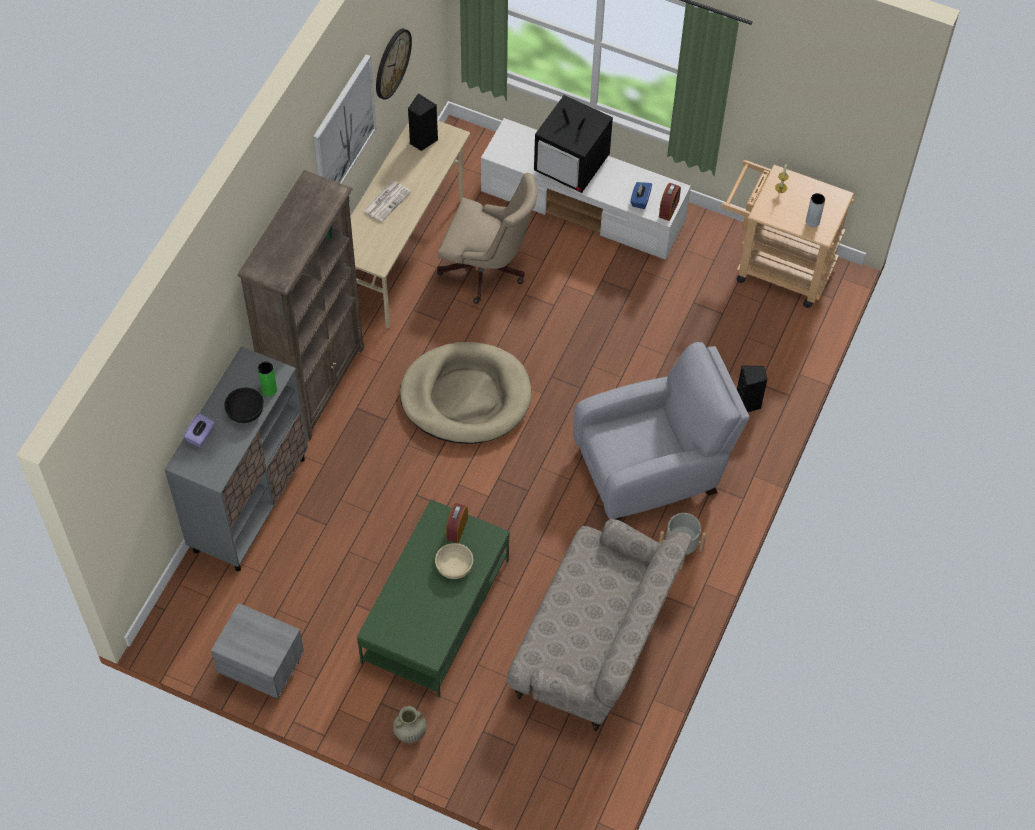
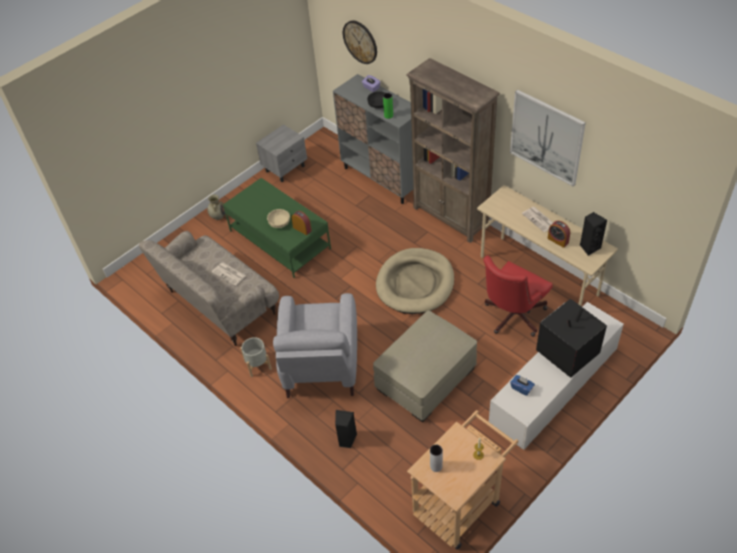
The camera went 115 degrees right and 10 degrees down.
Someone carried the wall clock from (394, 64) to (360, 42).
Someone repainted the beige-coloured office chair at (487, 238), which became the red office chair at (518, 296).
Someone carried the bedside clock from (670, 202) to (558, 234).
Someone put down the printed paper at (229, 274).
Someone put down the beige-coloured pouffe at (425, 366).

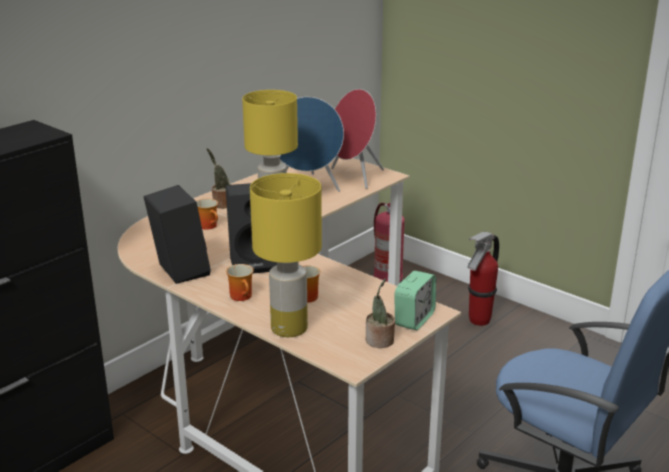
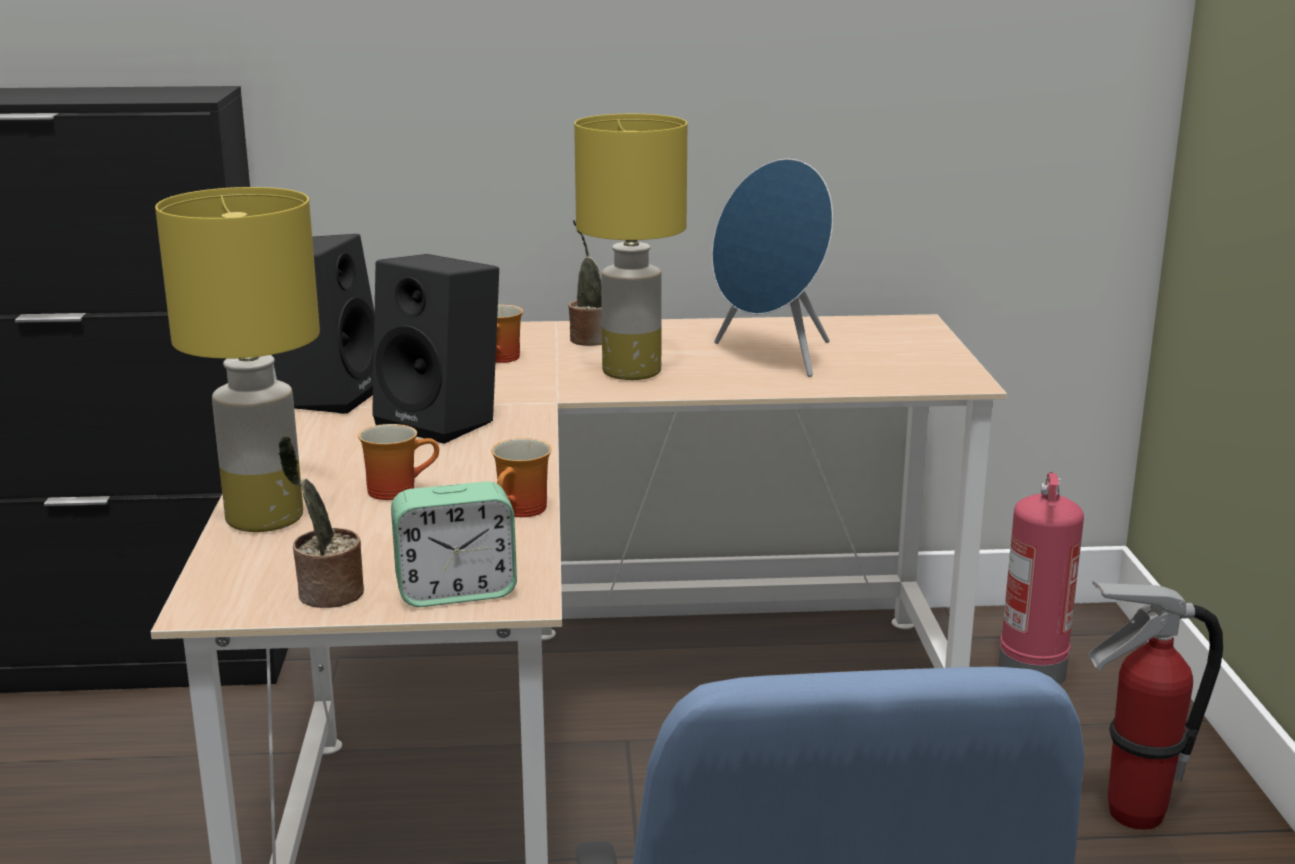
The camera went 45 degrees right and 5 degrees down.
Someone took away the red audio speaker at (357, 139).
Someone carried the coffee mug from (240, 282) to (521, 477).

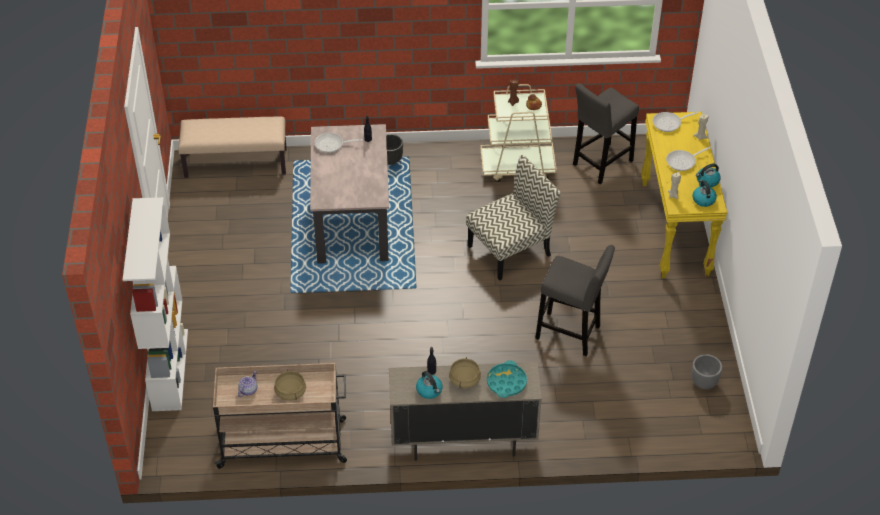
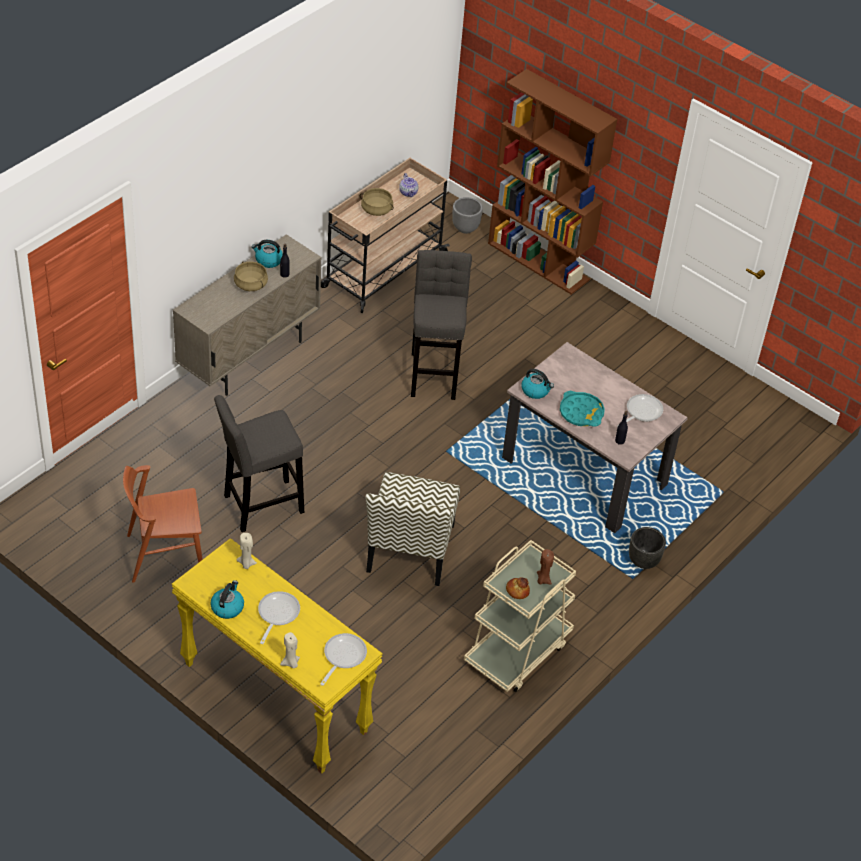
The camera went 130 degrees right and 0 degrees up.
Someone carried the gray stool seat from (606, 133) to (441, 325).
Someone took away the beige-coloured bench at (232, 147).
Someone carried the water kettle from (704, 193) to (537, 384).
Someone repainted the white bookshelf at (155, 304), which became the brown bookshelf at (552, 182).
Someone carried the gray plant pot from (707, 371) to (467, 215).
Someone carried the blue-green tray from (507, 379) to (582, 409).
Someone put down the brown plain chair at (163, 524).

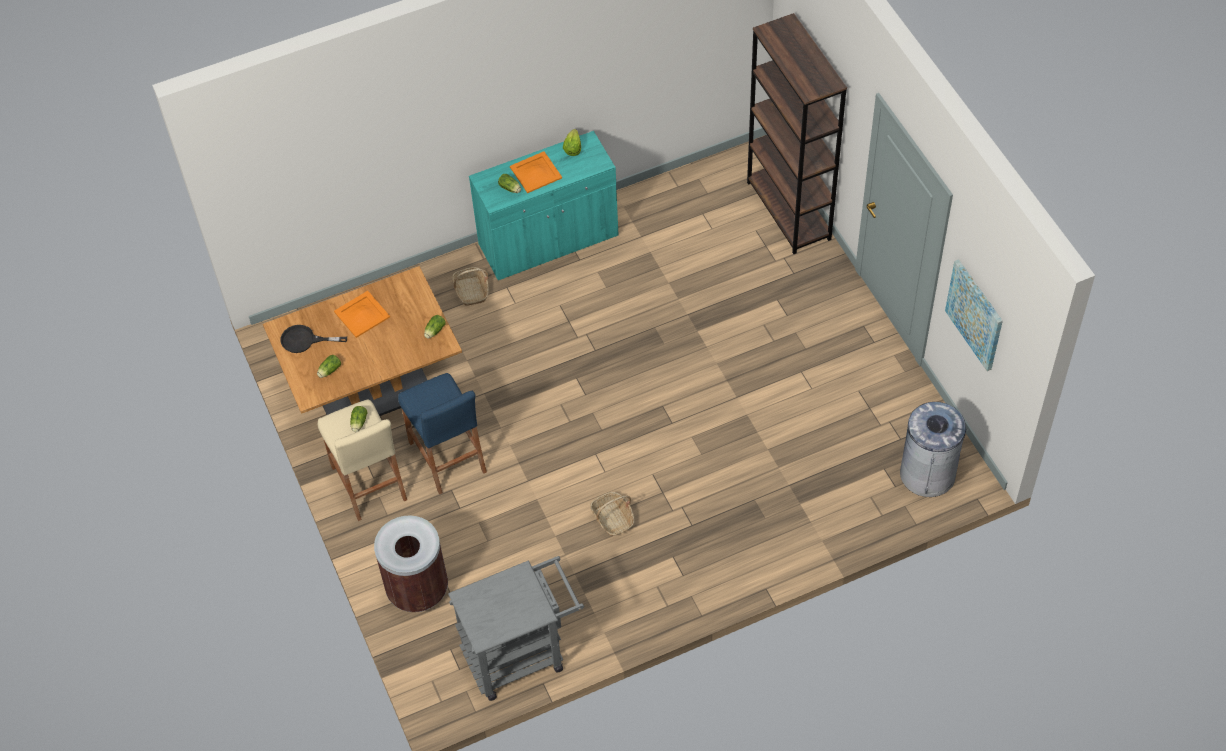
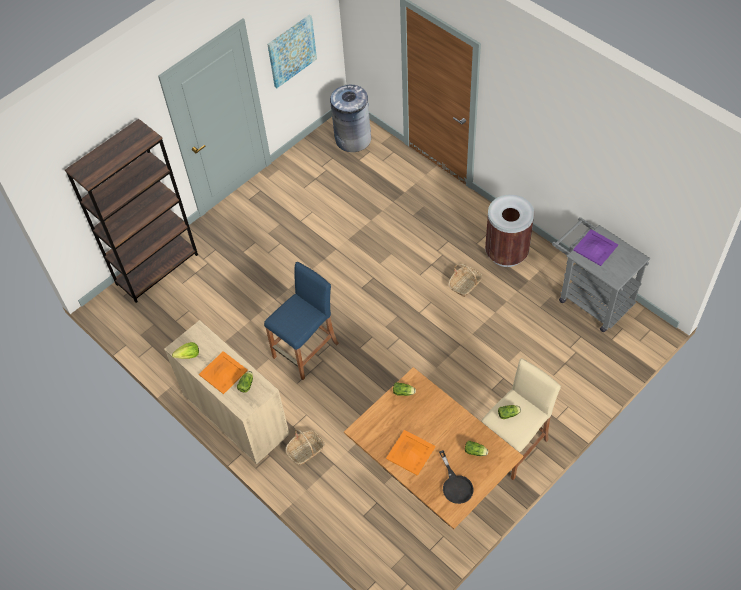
The camera went 110 degrees left and 0 degrees up.
Someone repainted the blue-green storage cabinet at (544, 205), which became the beige-coloured storage cabinet at (226, 392).
Someone carried the bluish stool seat from (442, 434) to (301, 321).
Someone carried the brown rubbish bin from (411, 563) to (509, 230).
Someone put down the purplish tray at (595, 247).

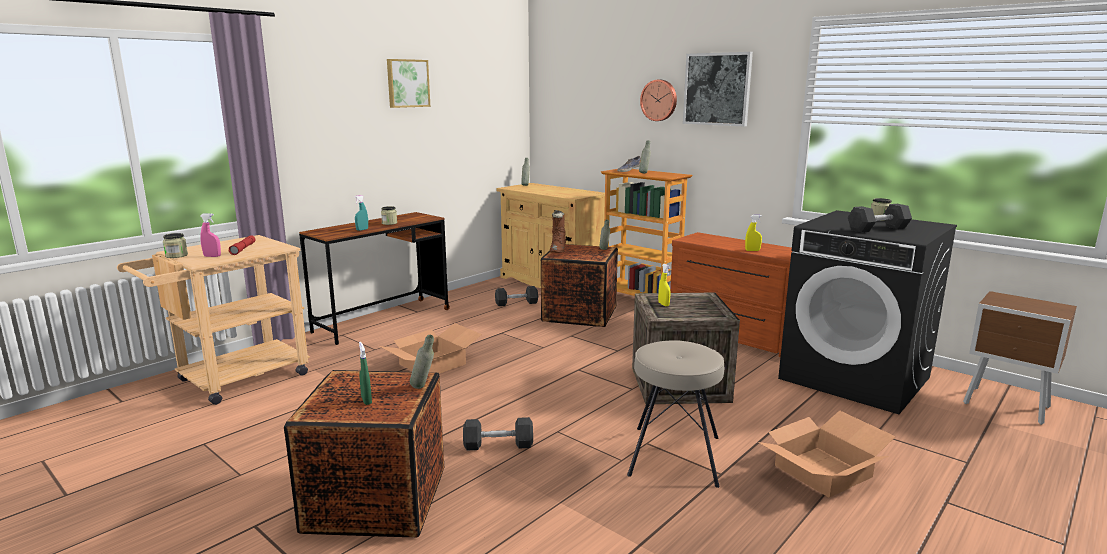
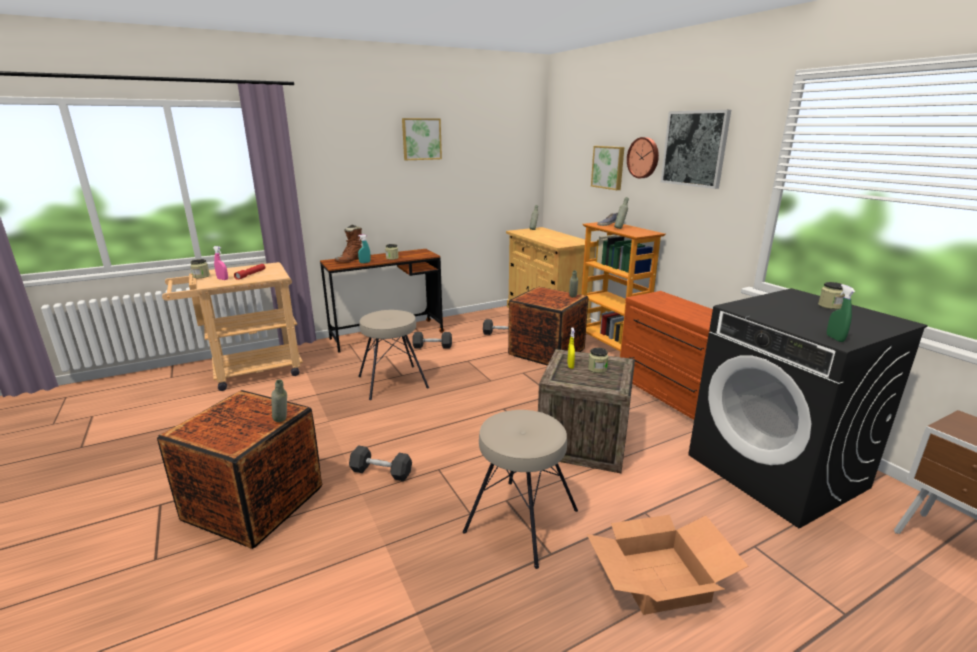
The camera went 20 degrees right and 5 degrees up.
Someone carried the gray dumbbell from (880, 218) to (432, 340).
Someone carried the brown high-top boot from (557, 231) to (348, 244).
Someone took away the yellow sprayer at (753, 233).
Someone swapped the carton at (430, 348) for the beige-coloured stool seat at (393, 355).
Someone carried the green sprayer from (365, 373) to (841, 313).
Someone put up the picture at (607, 168).
Someone put down the storage jar at (598, 360).

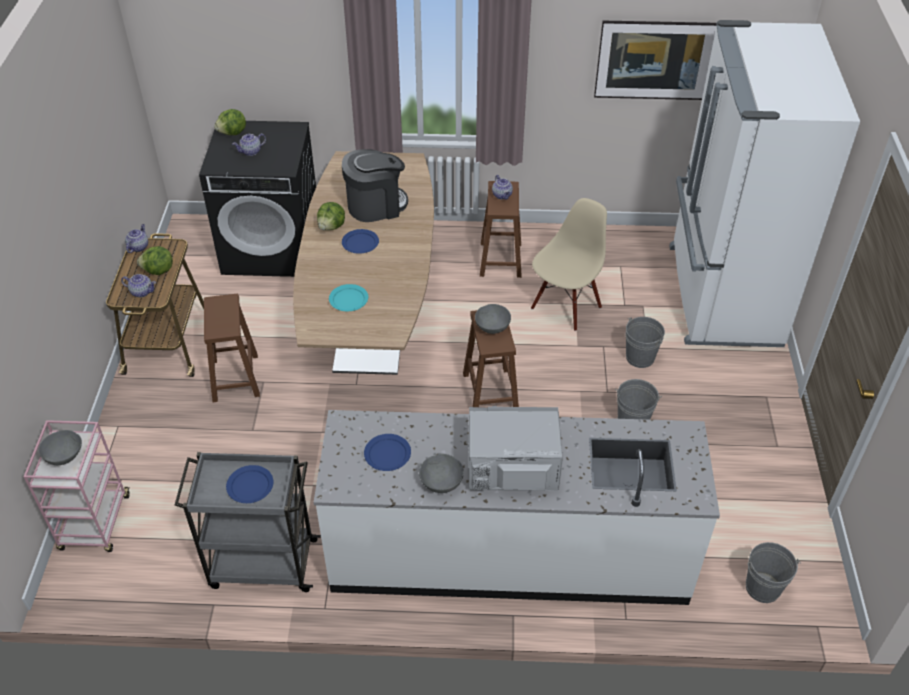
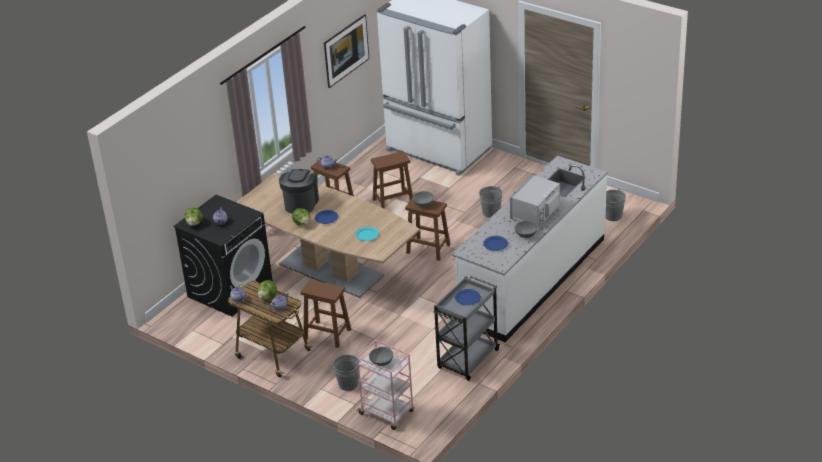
The camera went 55 degrees left and 10 degrees down.
Someone swapped the beige-coloured plain chair at (569, 264) for the brown stool seat at (392, 180).
Someone carried the gray water bucket from (645, 342) to (345, 373).

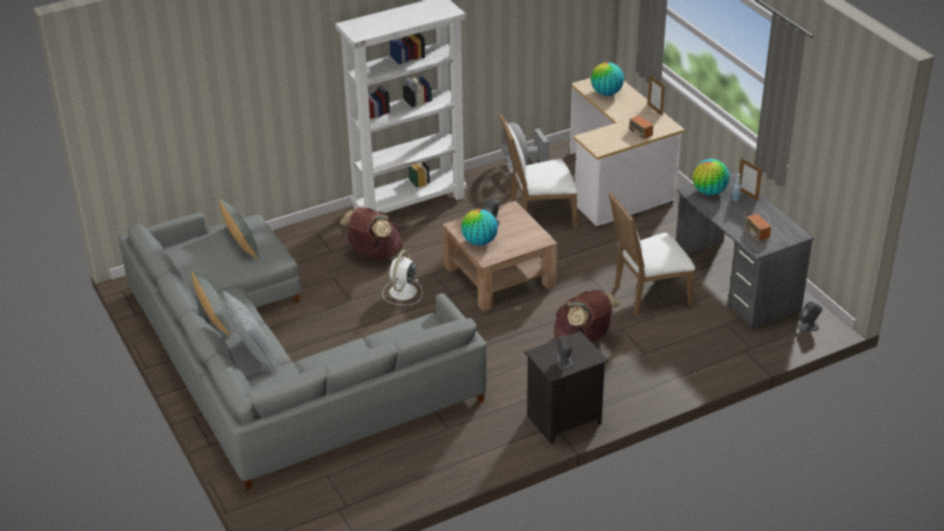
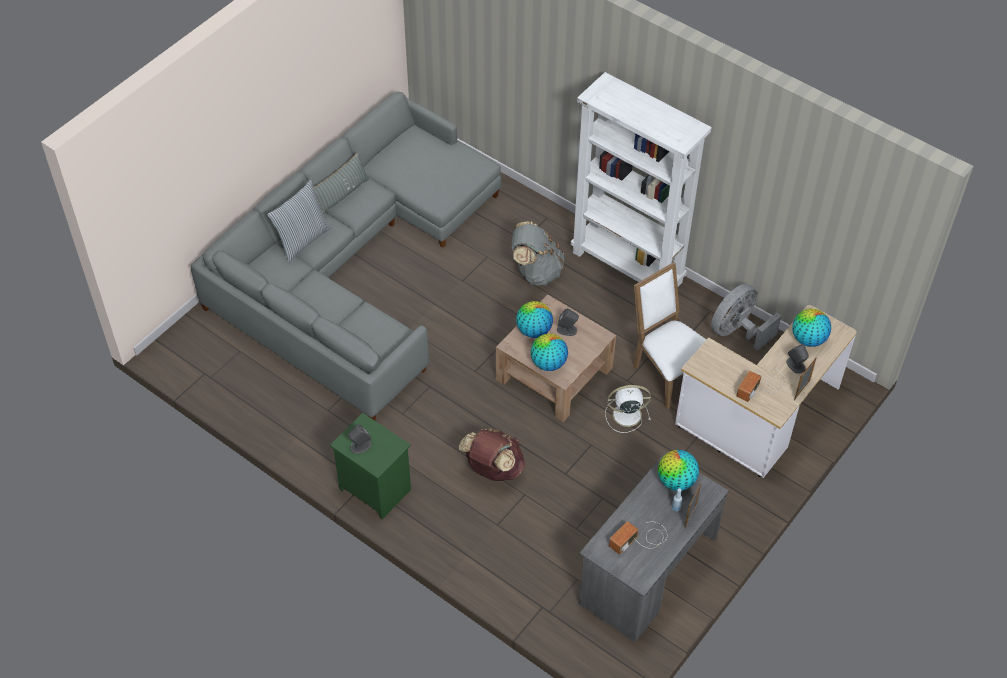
The camera went 65 degrees right and 15 degrees up.
Someone took away the white plain chair at (652, 254).
Someone took away the gray cushion at (239, 229).
Someone repainted the brown rucksack at (371, 233), which became the gray rucksack at (538, 253).
Someone carried the white electric fan from (402, 277) to (628, 409).
Someone carried the gray audio speaker from (810, 316) to (797, 359).
Someone repainted the black nightstand at (566, 387), which became the green nightstand at (370, 466).
Someone put down the globe at (549, 352).

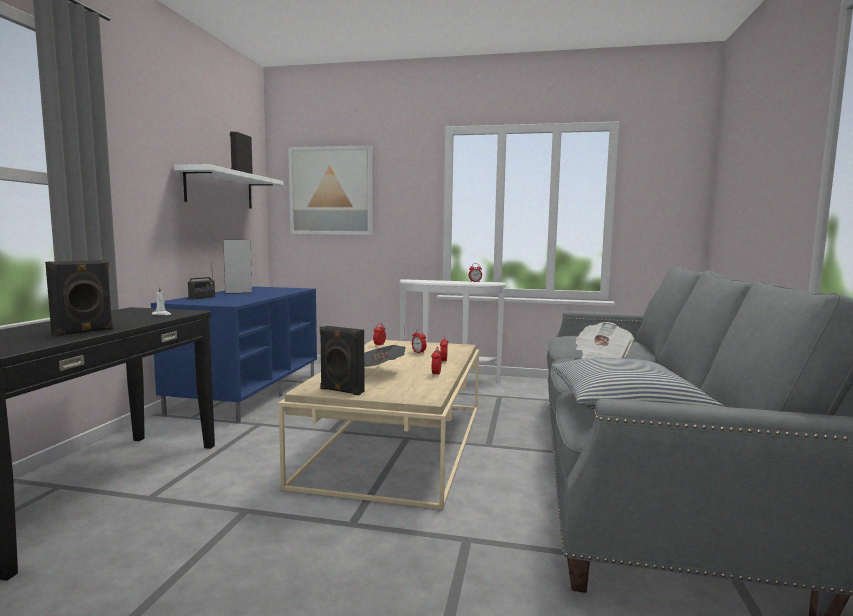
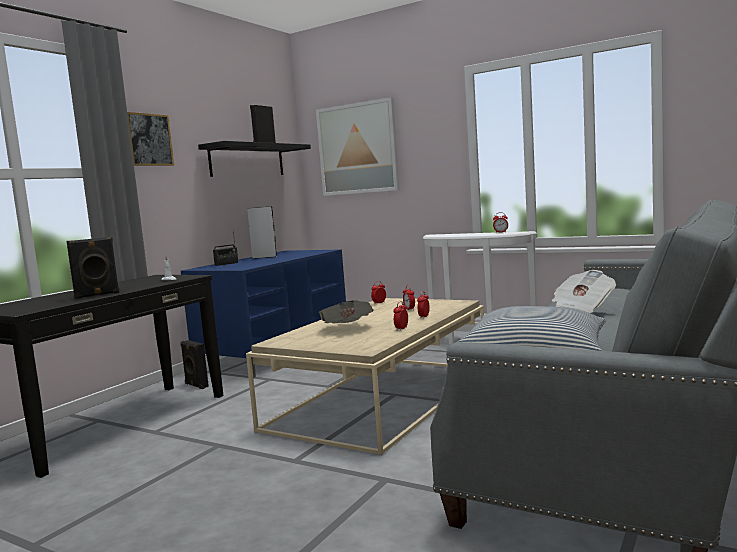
The camera went 20 degrees right and 0 degrees up.
Someone repainted the white bracket shelf at (229, 186), which became the black bracket shelf at (254, 159).
Someone carried the black audio speaker from (342, 360) to (194, 364).
Someone put up the picture at (150, 139).

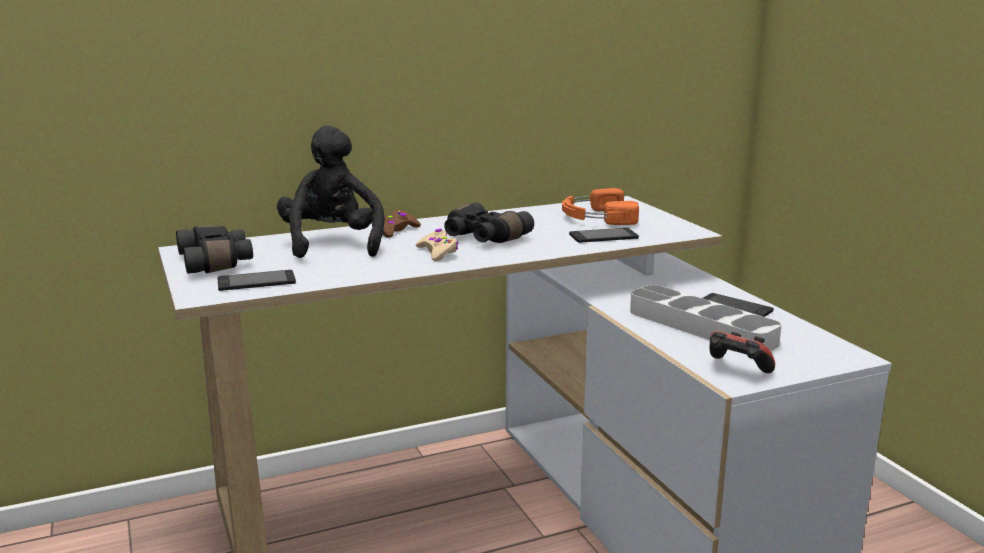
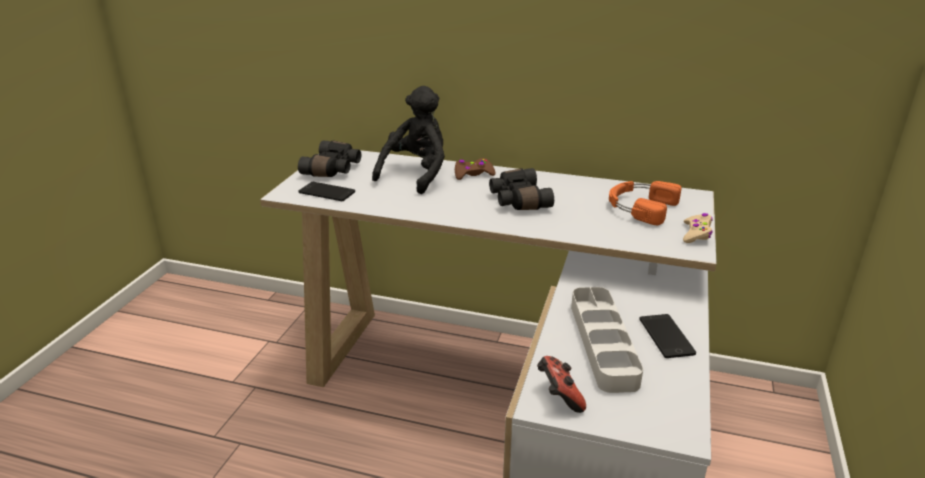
The camera went 40 degrees right and 10 degrees up.
Someone took away the telephone at (604, 235).
Someone carried the beige-coloured joypad from (437, 245) to (697, 228).

